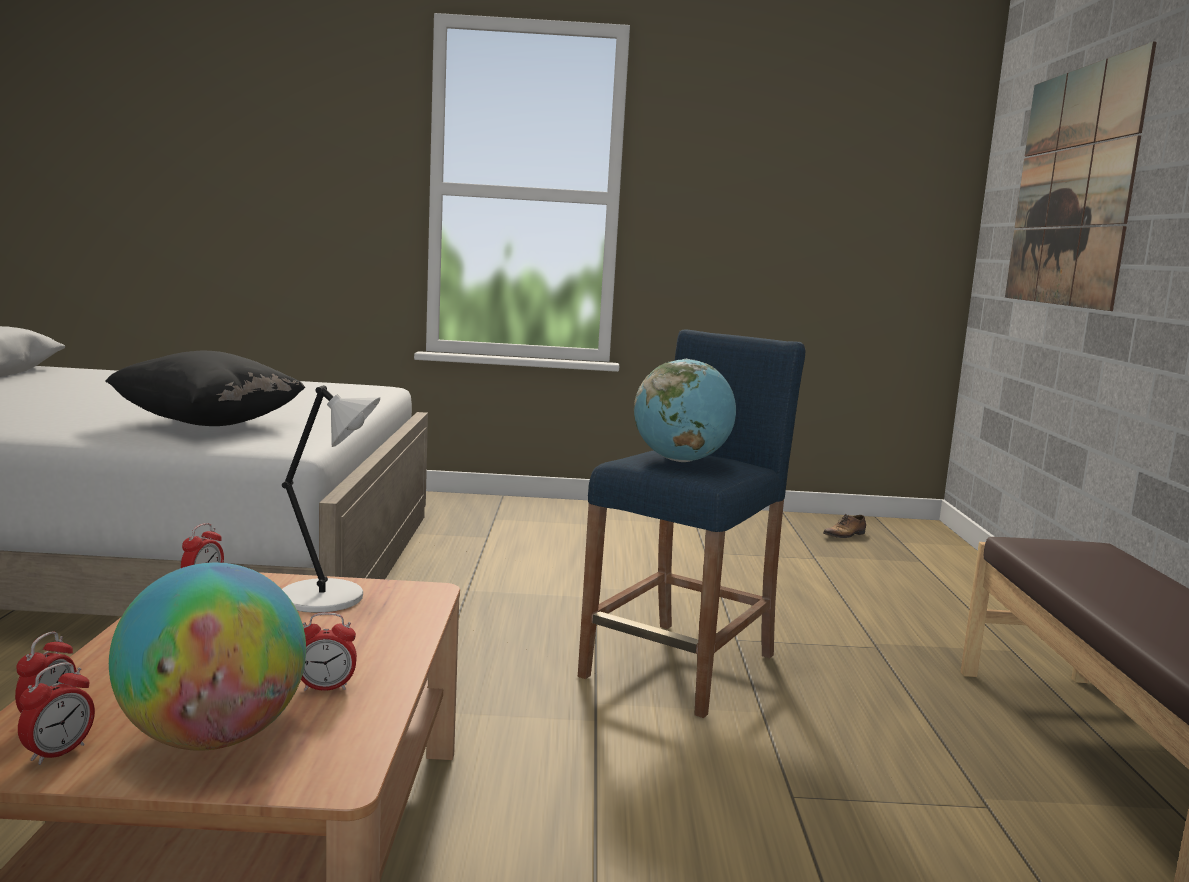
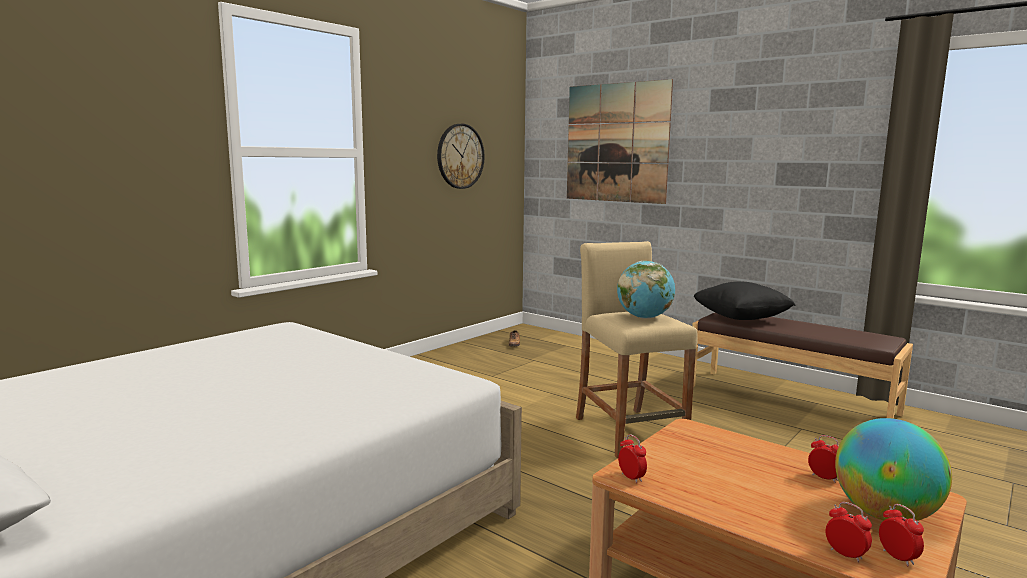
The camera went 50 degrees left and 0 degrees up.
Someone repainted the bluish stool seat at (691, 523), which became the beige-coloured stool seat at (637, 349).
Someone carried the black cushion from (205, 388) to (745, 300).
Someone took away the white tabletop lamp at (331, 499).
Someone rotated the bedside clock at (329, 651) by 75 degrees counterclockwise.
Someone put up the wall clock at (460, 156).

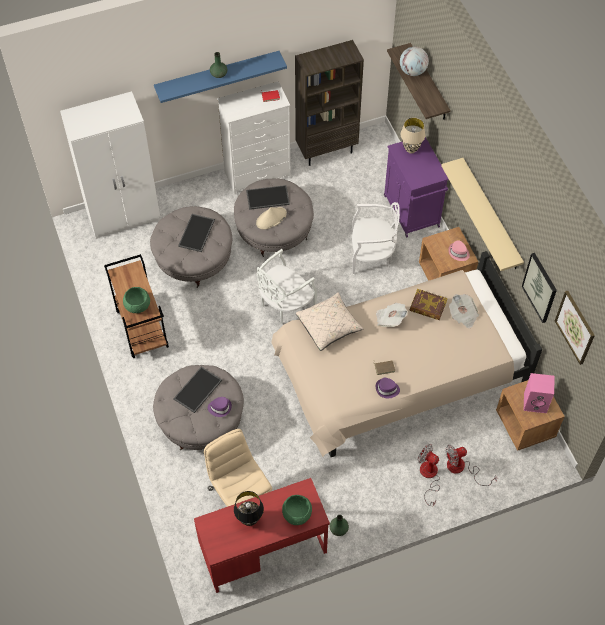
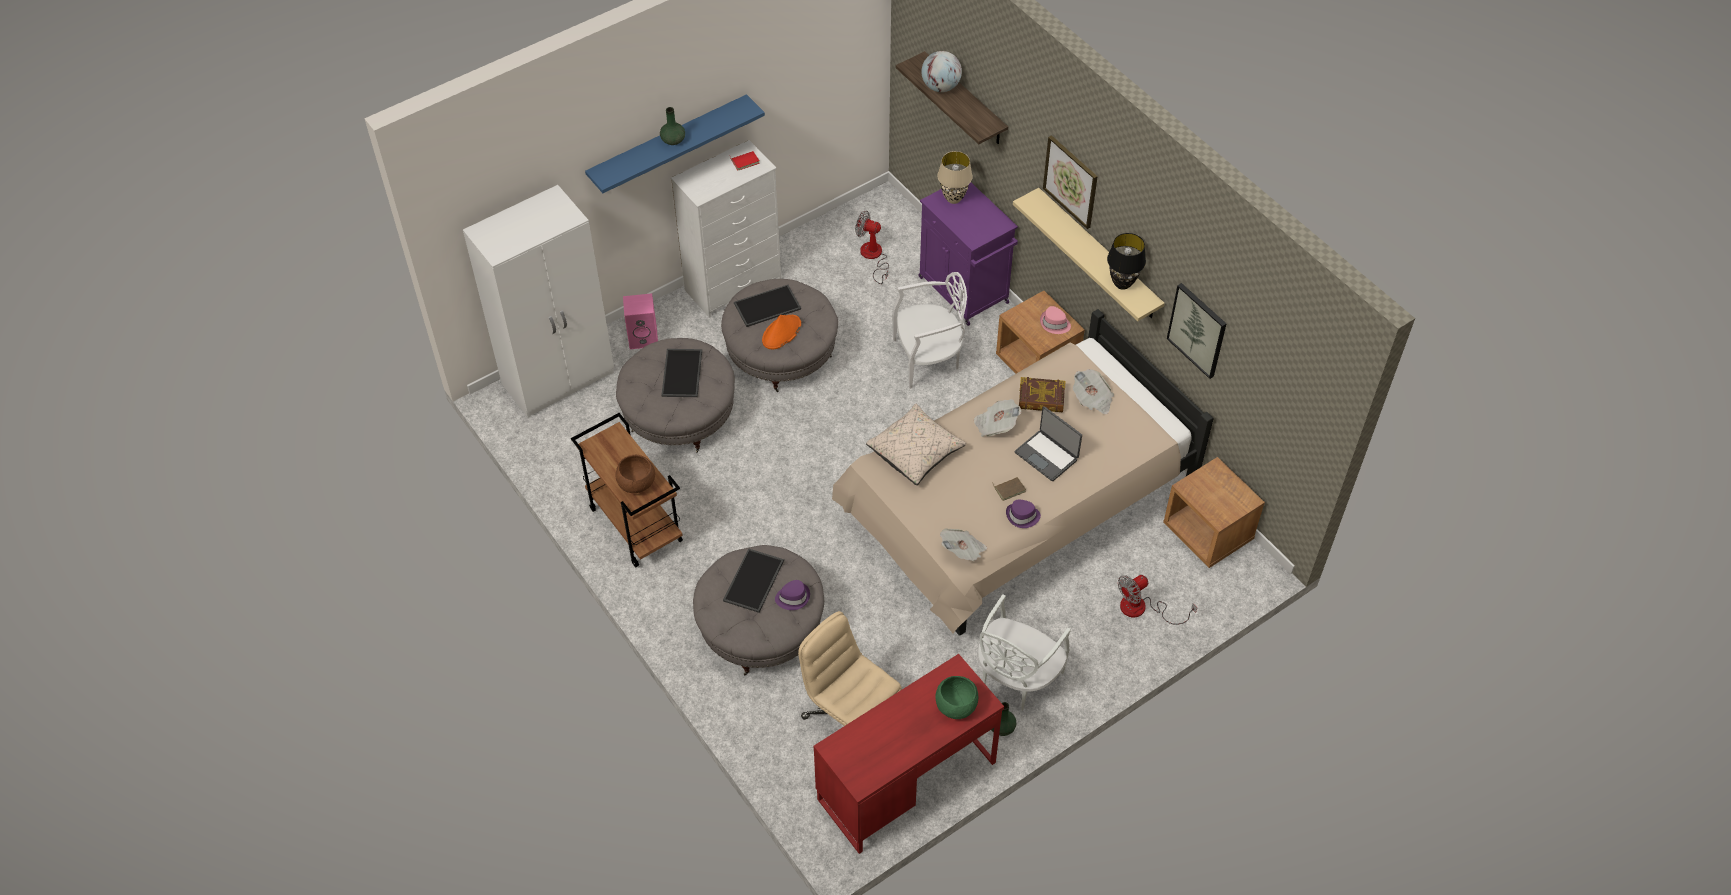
The camera went 15 degrees left and 5 degrees down.
Someone took away the brown bookshelf at (329, 103).
Someone repainted the beige-coloured hat at (271, 218), which became the orange hat at (781, 332).
Someone carried the white plain chair from (287, 286) to (1024, 652).
Someone repainted the green deep dish at (136, 300), which became the brown deep dish at (635, 473).
Someone carried the picture from (575, 328) to (1070, 182).
Someone carried the pink-coloured audio speaker from (539, 393) to (640, 321).
Someone carried the electric fan from (429, 475) to (872, 247).
Someone carried the black tabletop lamp from (249, 508) to (1126, 261).
Someone put down the notebook computer at (1048, 443).
Someone put down the printed paper at (963, 545).

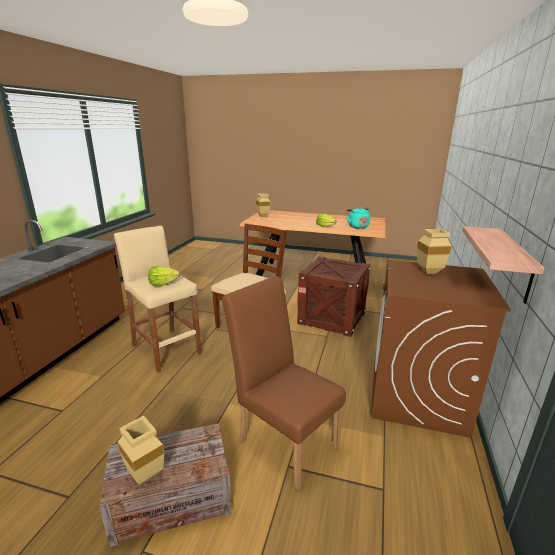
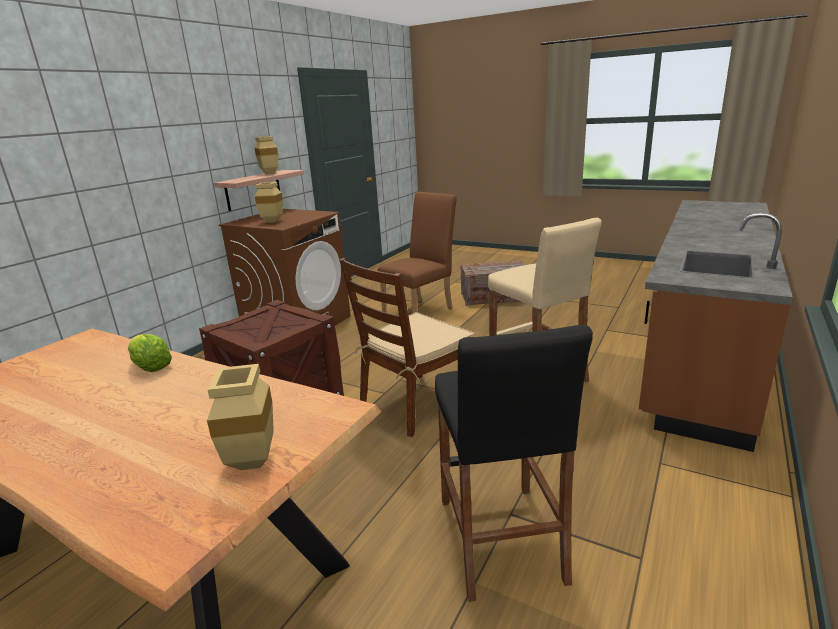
The camera went 165 degrees left and 0 degrees up.
Someone took away the blue-green water kettle at (358, 218).
Someone took away the lettuce at (164, 276).
Someone rotated the brown plain chair at (284, 383) by 105 degrees counterclockwise.
Someone carried the beige-coloured decorative vase from (141, 450) to (266, 155).
Someone put down the black stool seat at (514, 463).

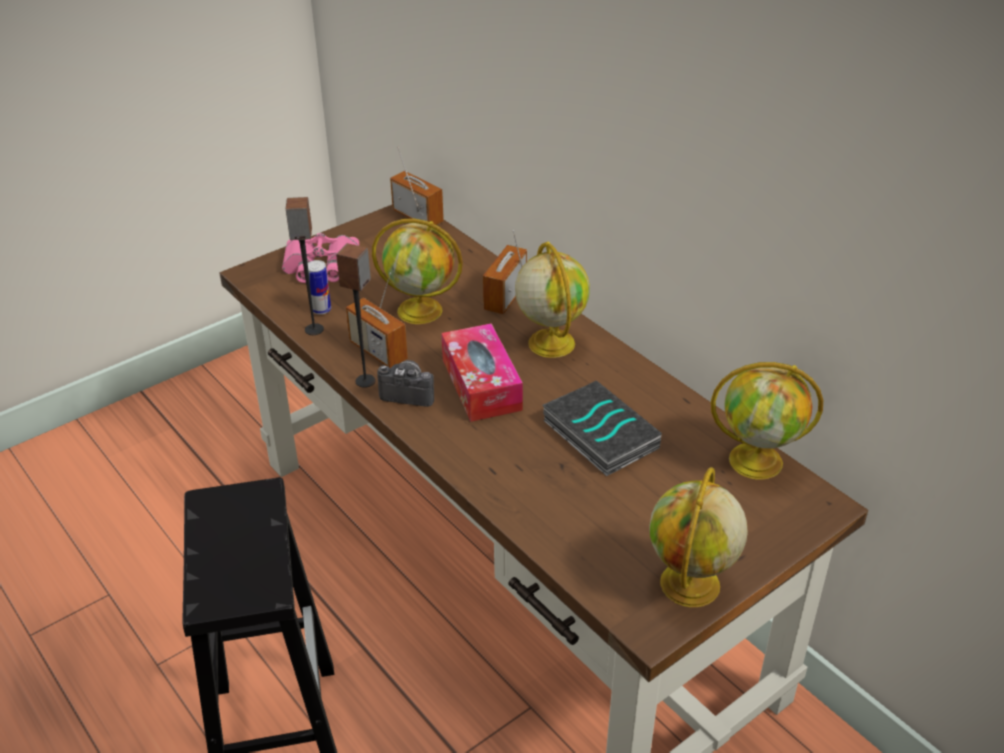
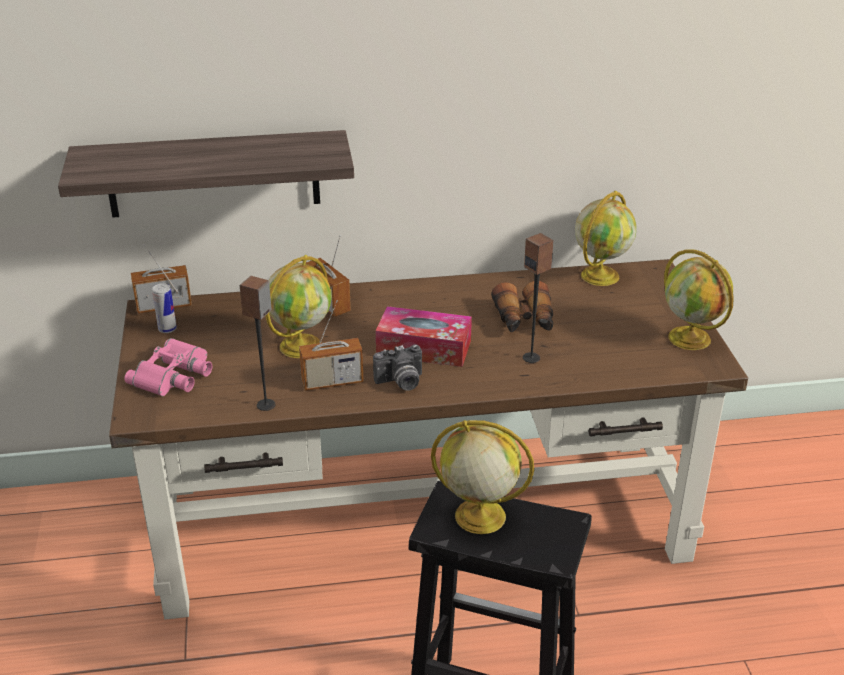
The camera went 60 degrees left and 5 degrees down.
Someone carried the globe from (552, 300) to (482, 477).
Someone carried the audio speaker from (356, 315) to (538, 298).
Someone carried the sealed can from (319, 287) to (164, 308).
Someone rotated the photo camera at (405, 383) by 150 degrees counterclockwise.
Someone swapped the bound book at (602, 428) for the pair of binoculars at (522, 307).
Someone put up the bracket shelf at (206, 174).

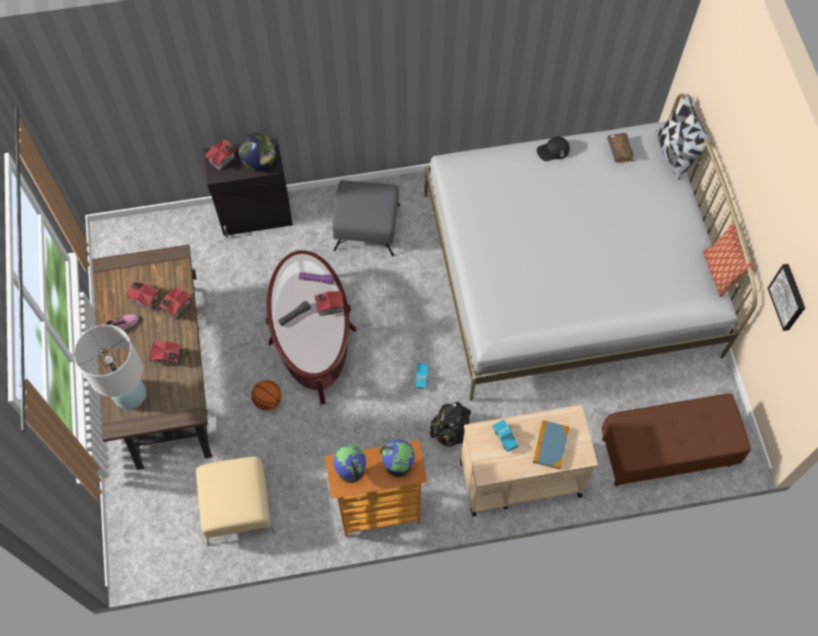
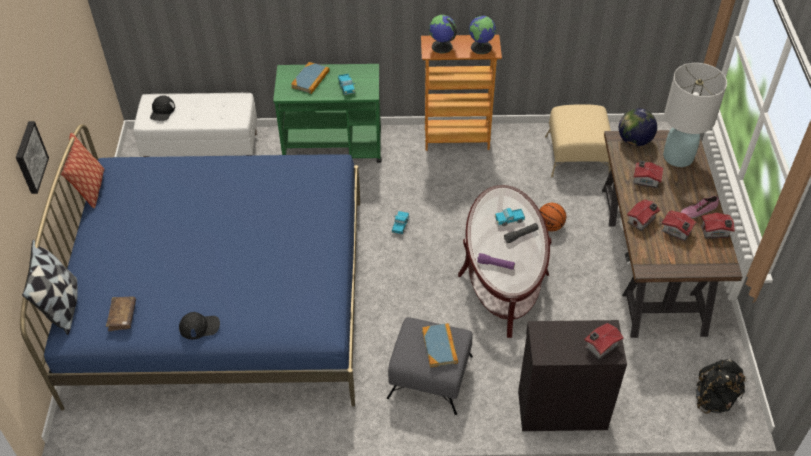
The camera went 170 degrees left and 15 degrees down.
Someone repainted the white bed at (591, 247), which became the bluish bed at (190, 267).
Someone carried the globe from (257, 152) to (638, 127).
Someone carried the picture from (786, 297) to (32, 157).
Someone carried the model house from (329, 303) to (718, 226).
Someone repainted the brown bench at (676, 440), which became the white bench at (195, 125).
Someone carried the black rucksack from (450, 424) to (721, 386).
Someone repainted the beige-coloured wheeled cart at (529, 460), which became the green wheeled cart at (327, 113).
Someone put down the black cap at (162, 108).
Someone put down the toy lorry at (510, 217).
Someone put down the bound book at (440, 345).

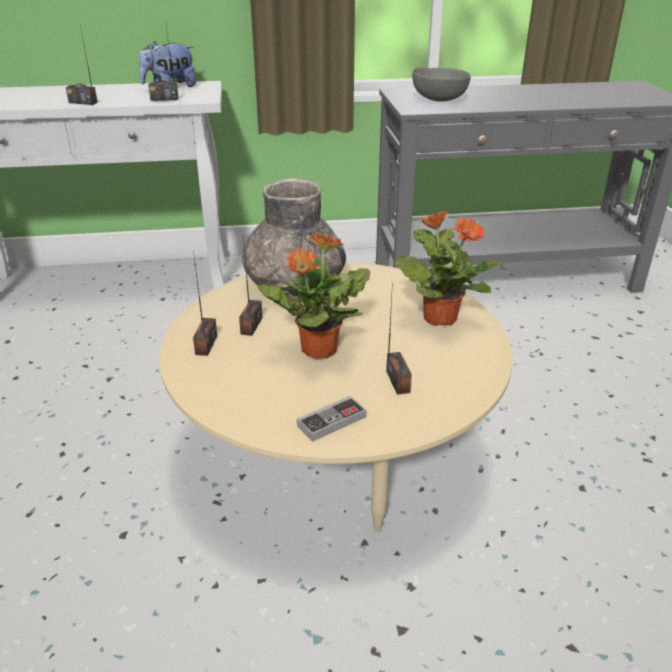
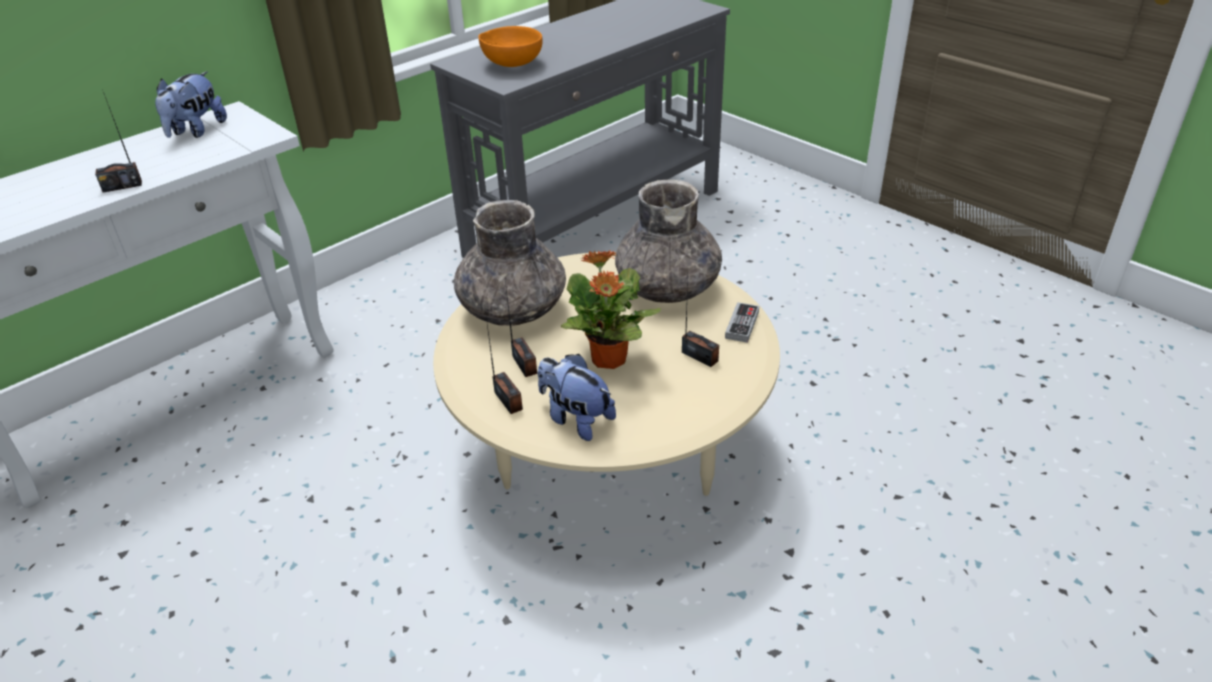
The camera went 35 degrees left and 5 degrees up.
Someone took away the radio receiver at (163, 60).
Someone repainted the gray deep dish at (441, 84), which became the orange deep dish at (510, 46).
Someone swapped the houseplant at (448, 268) for the gray decorative vase at (668, 241).
Someone carried the joypad from (331, 419) to (742, 322).
Someone put down the soft toy at (577, 397).

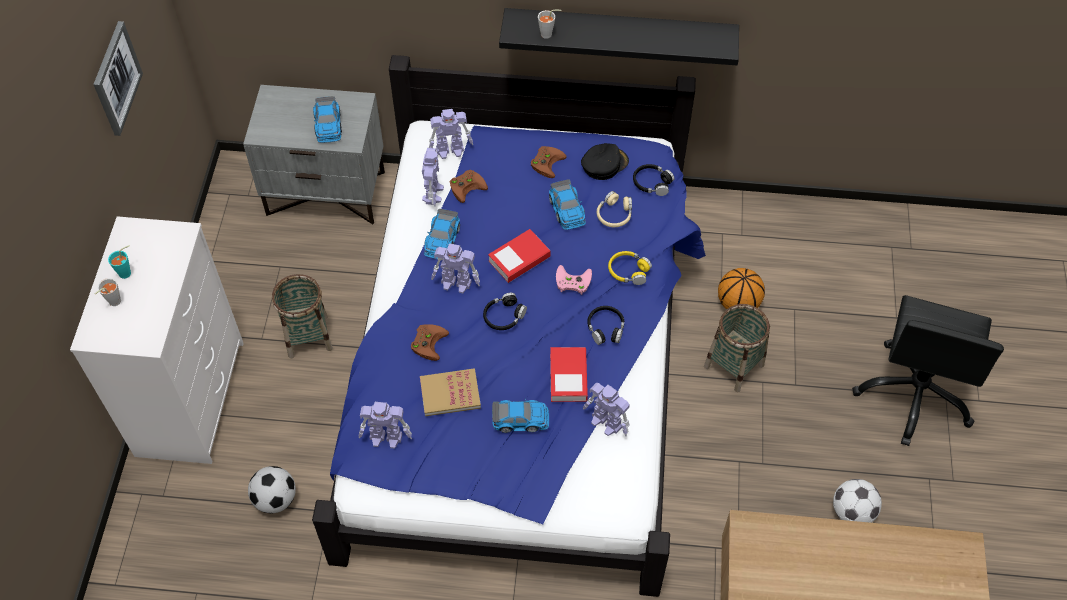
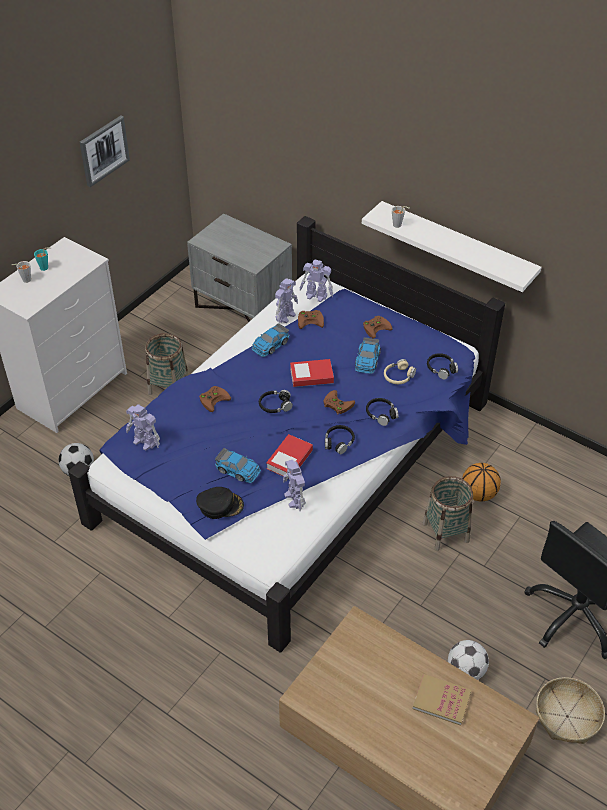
The camera went 30 degrees right and 10 degrees down.
Someone repainted the black bracket shelf at (619, 36), which became the white bracket shelf at (452, 247).
Someone took away the model car at (327, 119).
Someone carried the black cap from (605, 161) to (220, 503).
Someone took away the toy robot at (455, 268).
Someone repainted the yellow headset at (630, 268), which became the black headset at (382, 412).
Someone repainted the pink-coloured joypad at (574, 280), which became the brown joypad at (339, 402).
Someone carried the bound book from (450, 392) to (442, 700).
Someone put down the household basket at (570, 710).

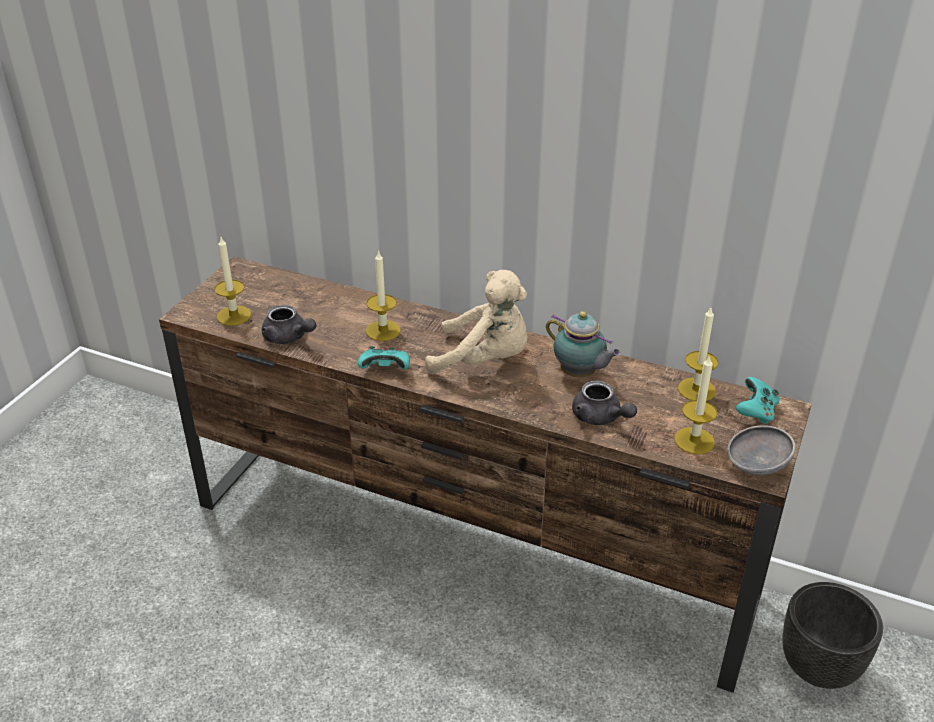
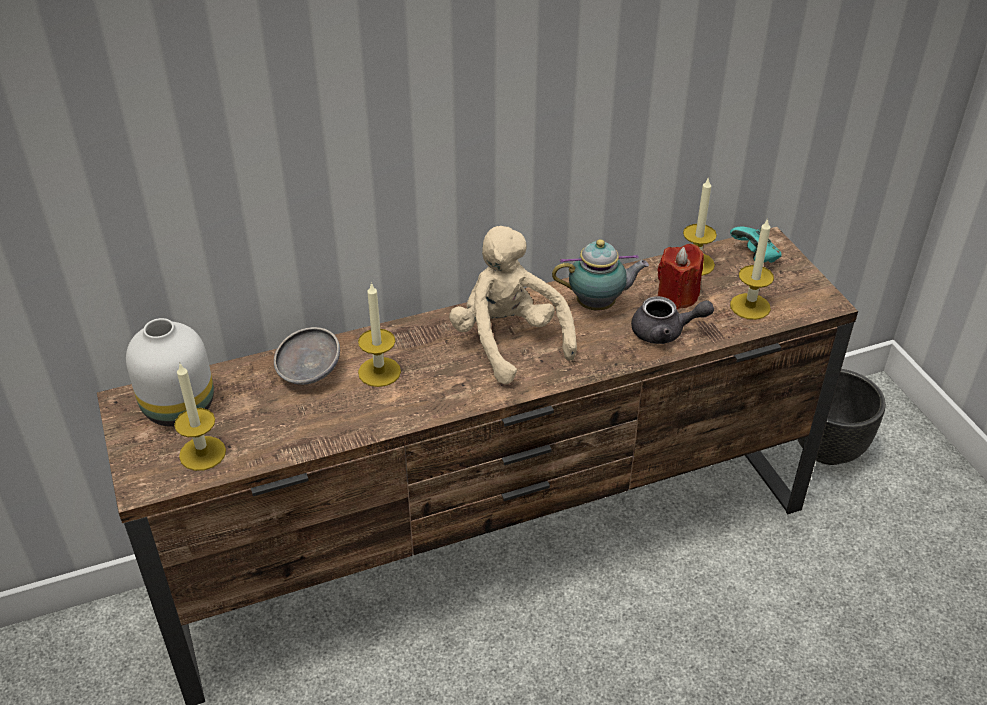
The camera went 45 degrees left and 5 degrees up.
Someone rotated the beige-coloured soft toy at (476, 322) by 90 degrees counterclockwise.
Someone took away the gray teapot at (289, 324).
Someone took away the blue-green joypad at (384, 357).
Someone carried the gray deep dish from (761, 450) to (307, 356).
Someone put down the red candle at (681, 276).
Someone put down the white decorative vase at (170, 372).

